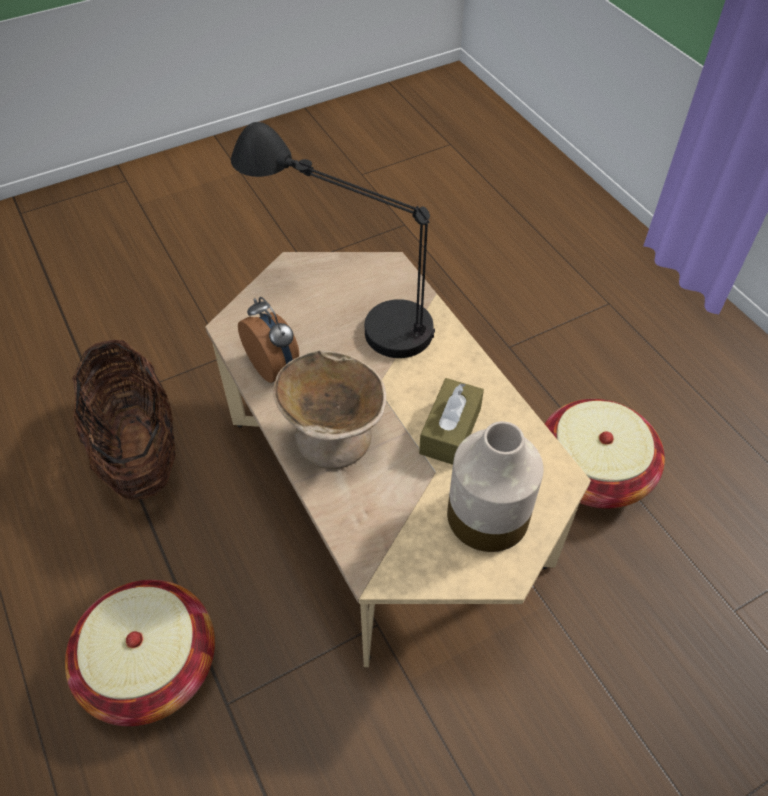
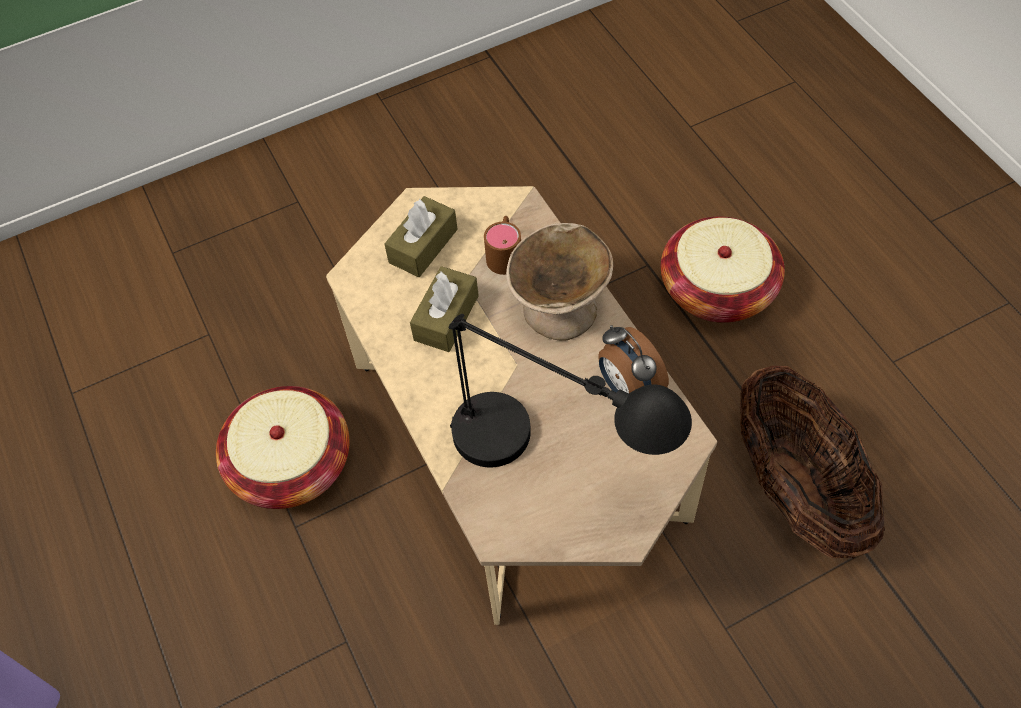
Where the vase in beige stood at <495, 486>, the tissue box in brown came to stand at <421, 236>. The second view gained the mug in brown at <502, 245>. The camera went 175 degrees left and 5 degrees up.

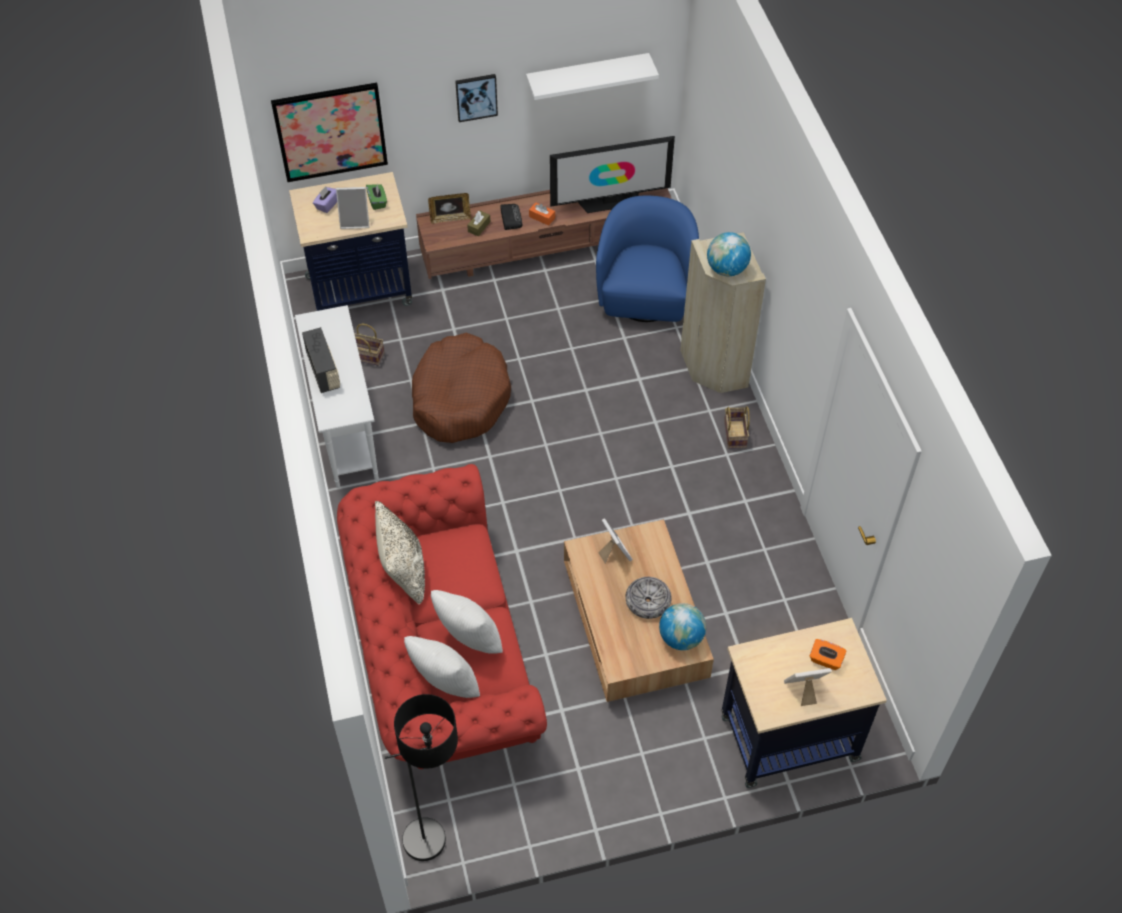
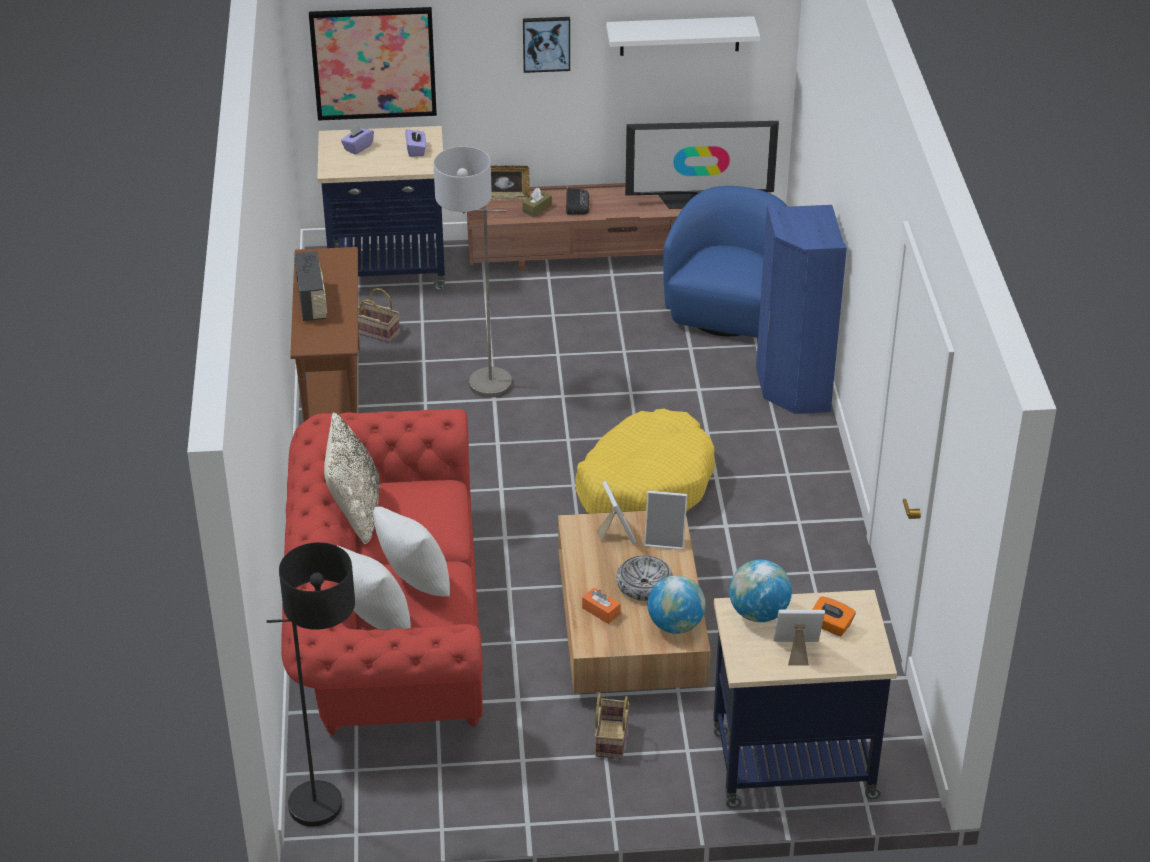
What was the console table in white at <337, 396> turned into the console table in brown at <324, 334>. What was the tissue box in green at <376, 196> turned into the tissue box in purple at <415, 142>. Where the dog bed in brown stood at <461, 388>, the floor lamp in grey came to stand at <473, 272>. The second view gained the dog bed in yellow at <645, 461>. The tissue box in orange ended up elsewhere, having gone from <542, 214> to <601, 606>. The basket ended up elsewhere, having gone from <737, 427> to <612, 726>. The picture frame ended up elsewhere, having gone from <352, 208> to <665, 520>. The globe ended up elsewhere, having gone from <729, 254> to <760, 591>. What was the cabinet in beige at <723, 312> turned into the cabinet in blue at <801, 309>. The camera went 10 degrees right and 15 degrees down.

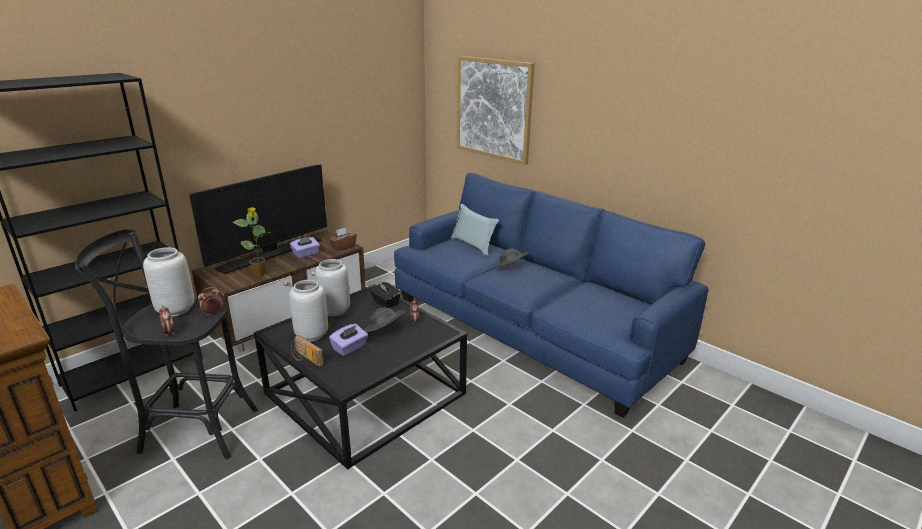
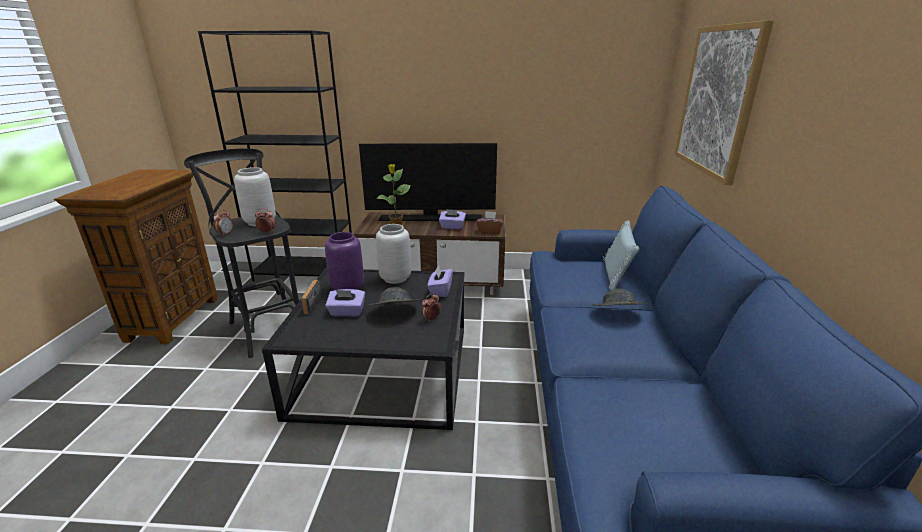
What was the vase in grey at <308, 310> turned into the vase in purple at <344, 261>. What was the tissue box in black at <385, 295> turned into the tissue box in purple at <440, 281>. The camera went 50 degrees right and 0 degrees up.

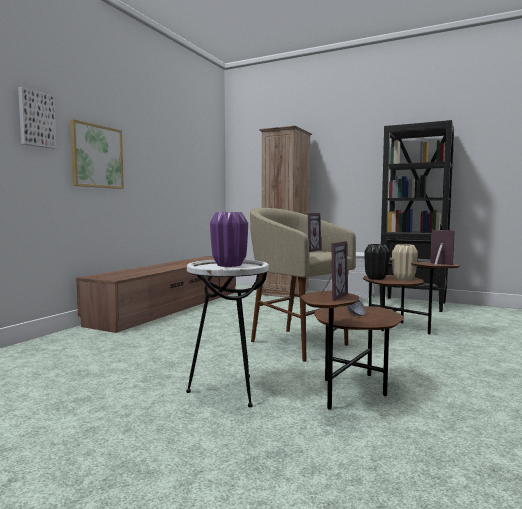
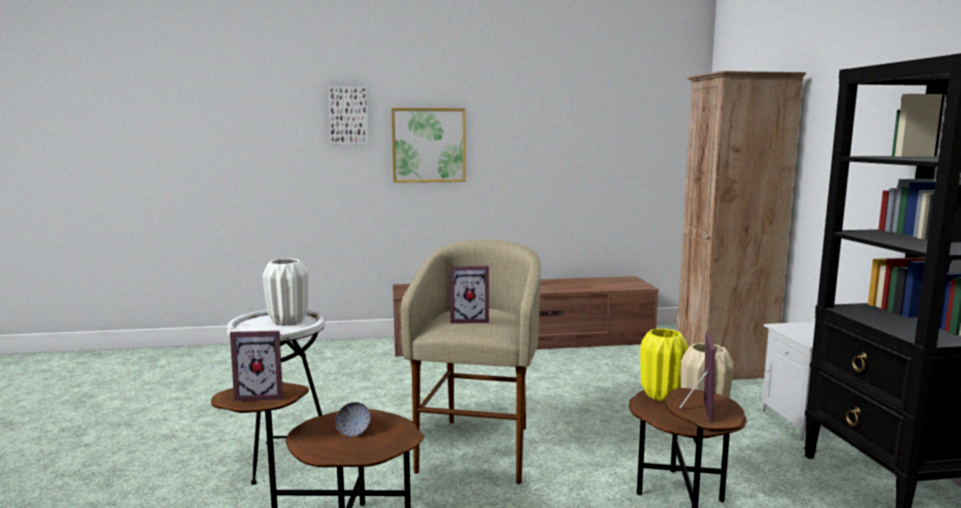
What was the vase in purple at <229, 239> turned into the vase in white at <286, 292>. What was the vase in black at <377, 262> turned into the vase in yellow at <664, 364>. The camera went 55 degrees right and 5 degrees up.

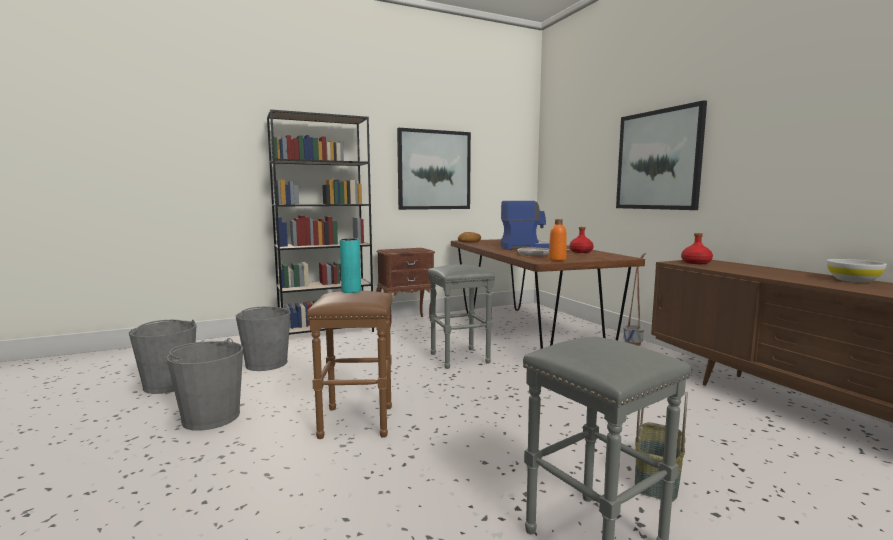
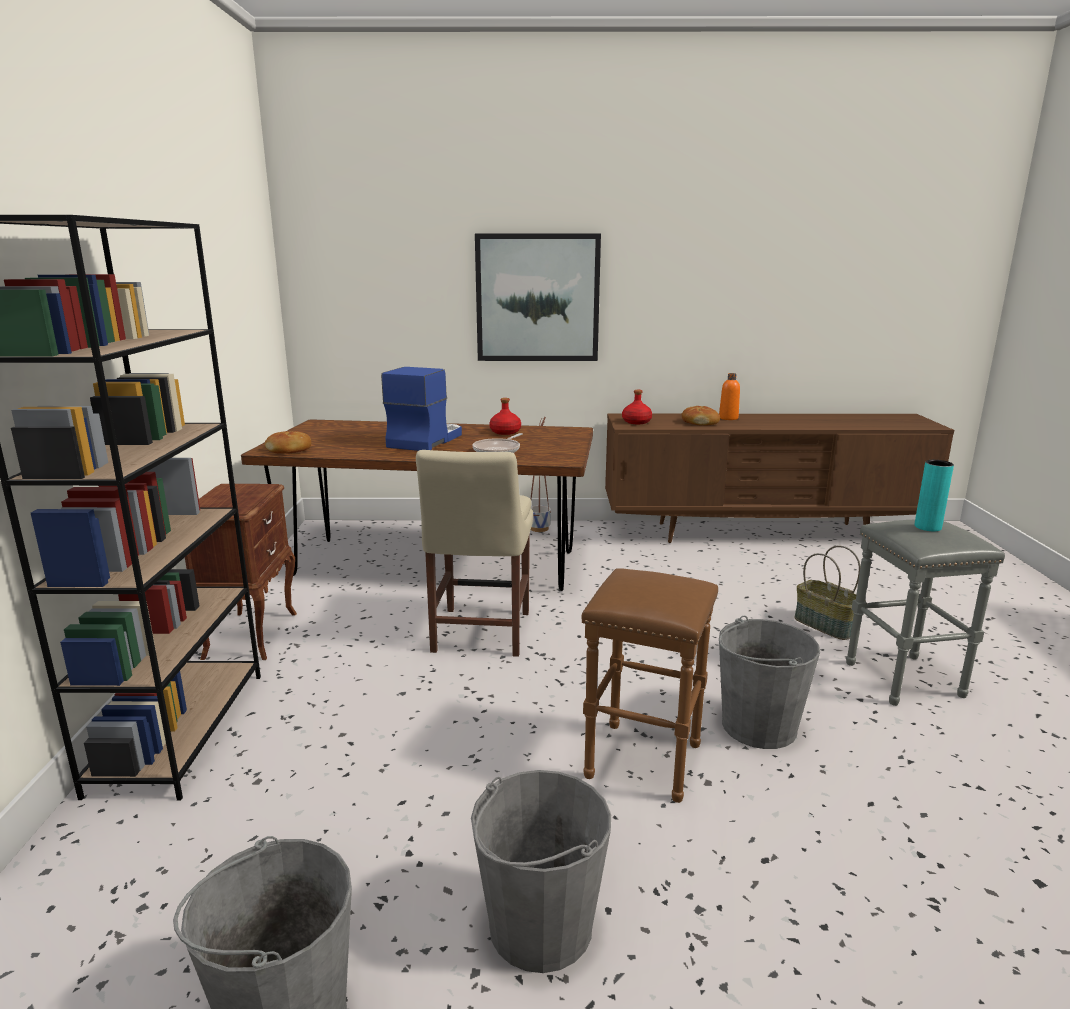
Where the stool in grey stood at <461, 316>, the chair in beige came to stand at <474, 553>. The second view gained the bread at <701, 416>. The bottle in orange ended up elsewhere, having gone from <557, 240> to <729, 396>. The bucket in grey ended up elsewhere, having gone from <263, 338> to <769, 682>. The vase in turquoise ended up elsewhere, having gone from <350, 266> to <934, 495>. The second view lost the picture at <434, 169>. The second view lost the bowl in white at <857, 271>. The camera went 65 degrees left and 10 degrees up.

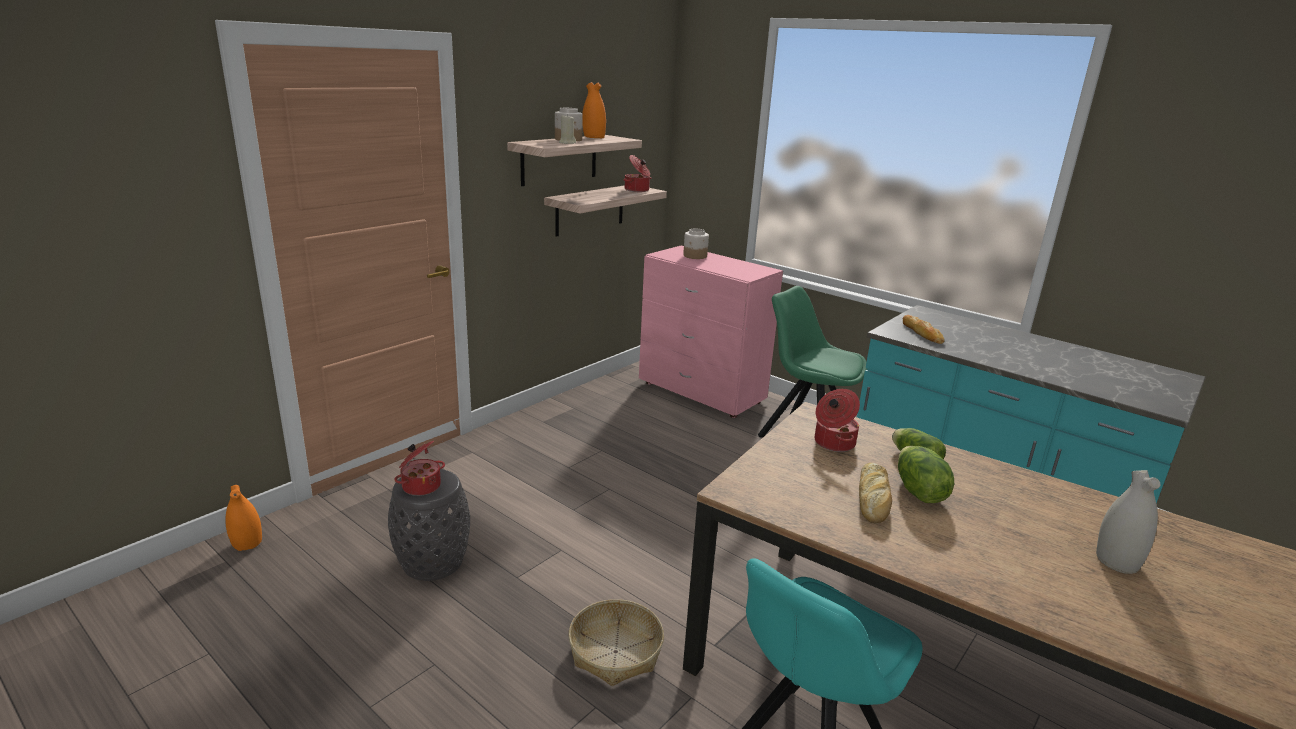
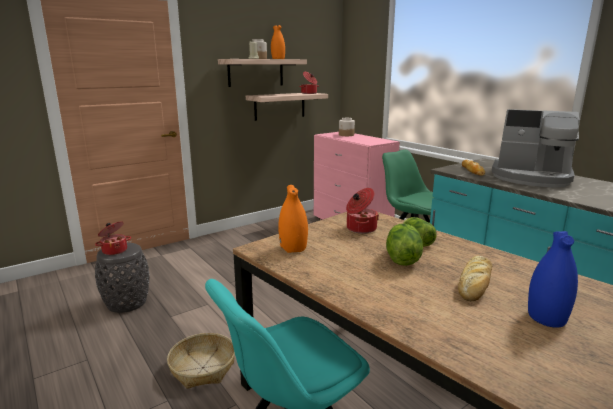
The vase in orange ended up elsewhere, having gone from <244, 518> to <293, 219>. The bread ended up elsewhere, having gone from <875, 493> to <475, 278>. The second view gained the coffee machine at <536, 148>. What was the vase in white at <1128, 522> turned into the vase in blue at <553, 279>. The camera went 15 degrees right and 5 degrees down.

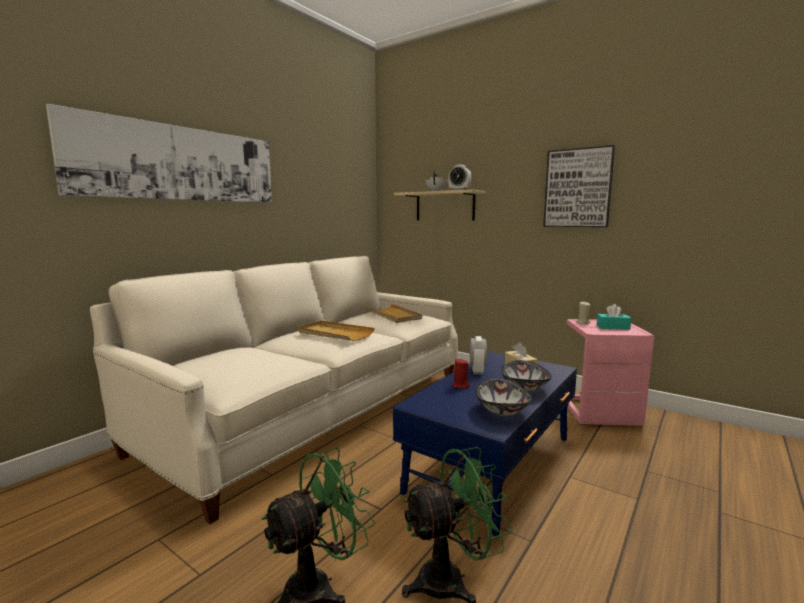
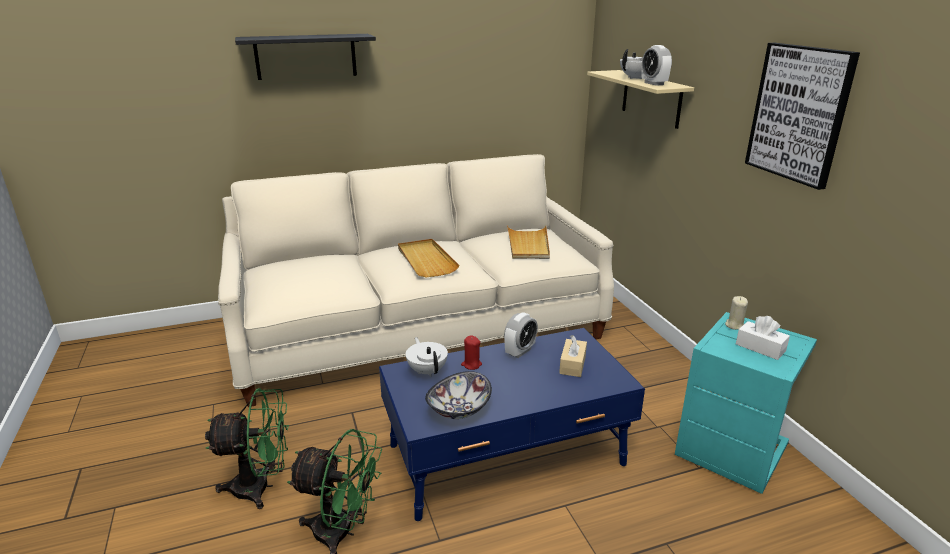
Where the picture hung at <159, 153>, the shelf in black came to hang at <305, 57>. The second view gained the teapot in white at <427, 357>. What was the side table in pink at <610, 372> turned into the side table in turquoise at <746, 403>. What was the tissue box in turquoise at <614, 317> turned into the tissue box in white at <763, 338>. The second view lost the bowl at <526, 376>. The camera went 35 degrees right and 15 degrees up.

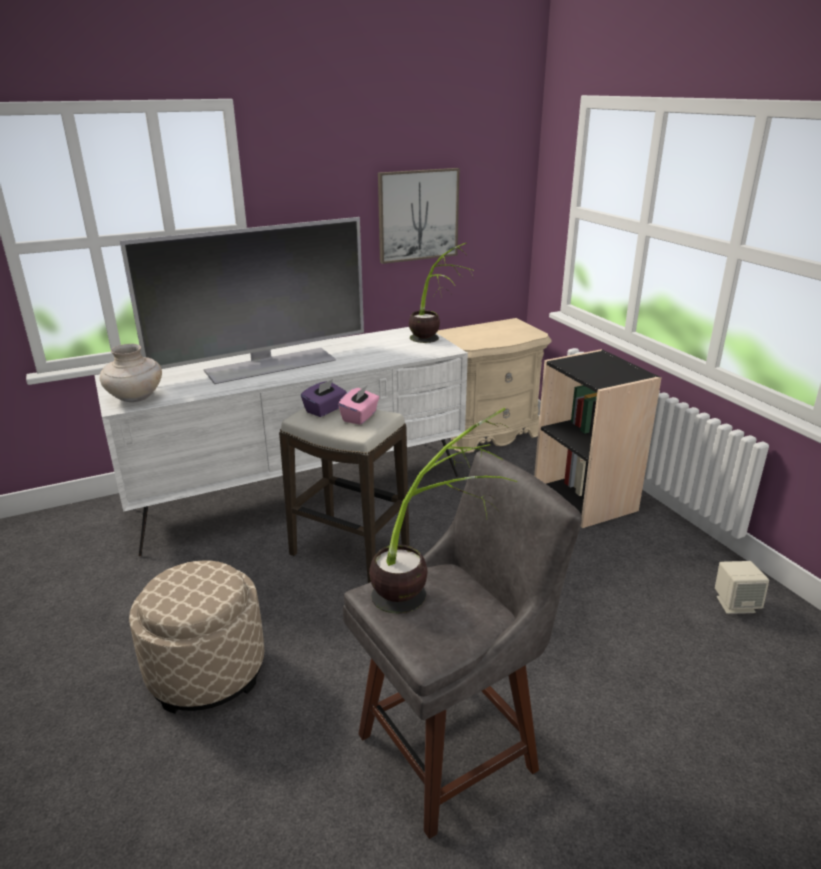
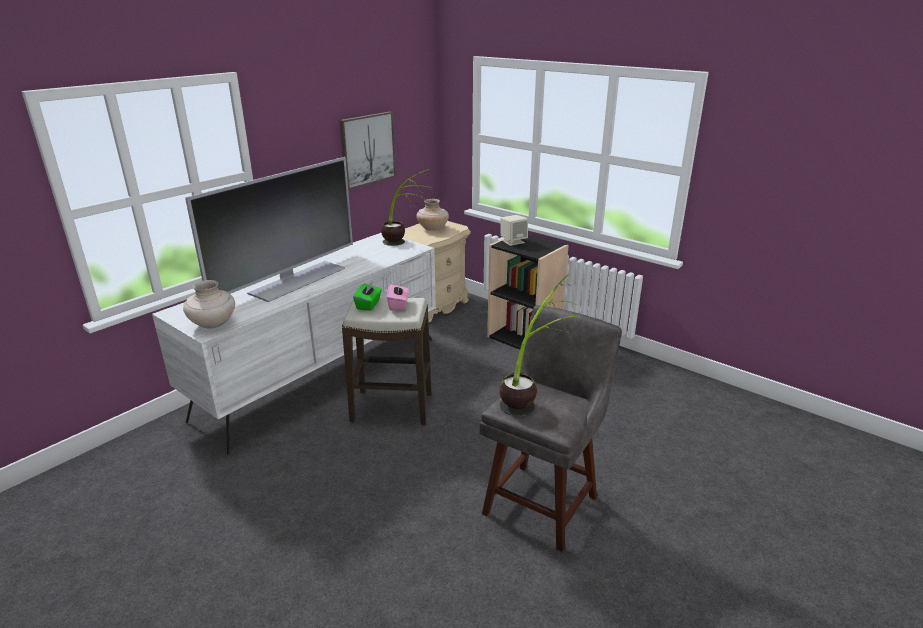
What was the tissue box in purple at <324, 398> turned into the tissue box in green at <367, 296>. The second view gained the vase in beige at <432, 215>. The speaker in beige ended up elsewhere, having gone from <742, 587> to <514, 230>. The second view lost the ottoman in beige at <196, 637>. The camera went 25 degrees left and 0 degrees up.

